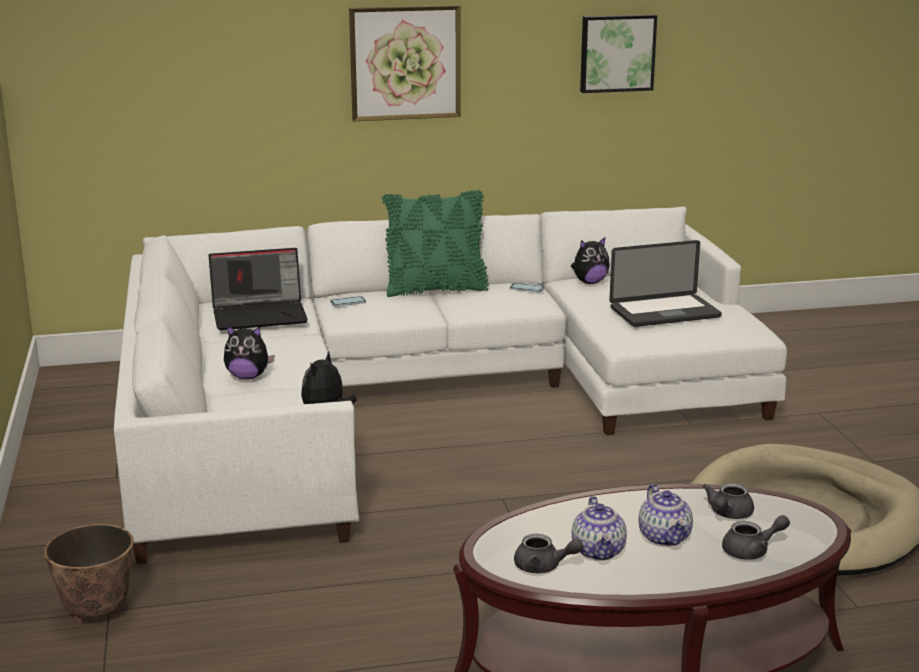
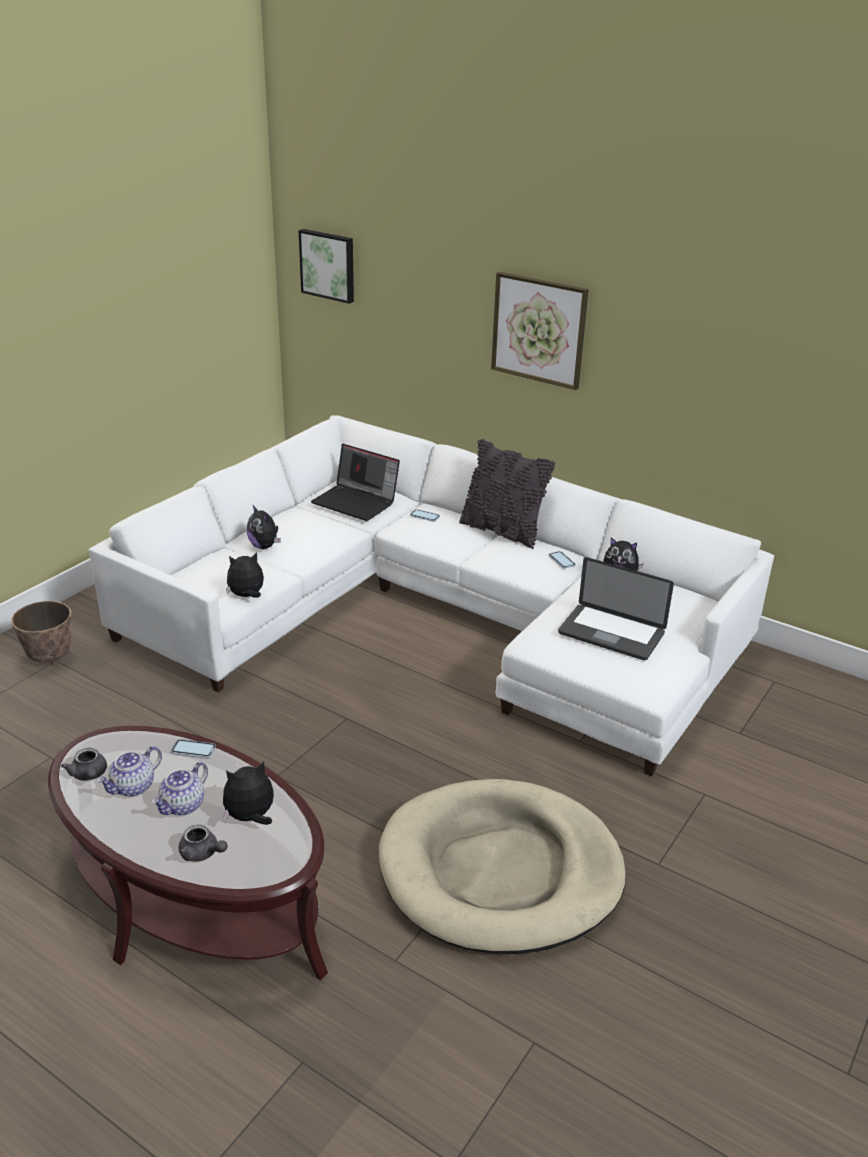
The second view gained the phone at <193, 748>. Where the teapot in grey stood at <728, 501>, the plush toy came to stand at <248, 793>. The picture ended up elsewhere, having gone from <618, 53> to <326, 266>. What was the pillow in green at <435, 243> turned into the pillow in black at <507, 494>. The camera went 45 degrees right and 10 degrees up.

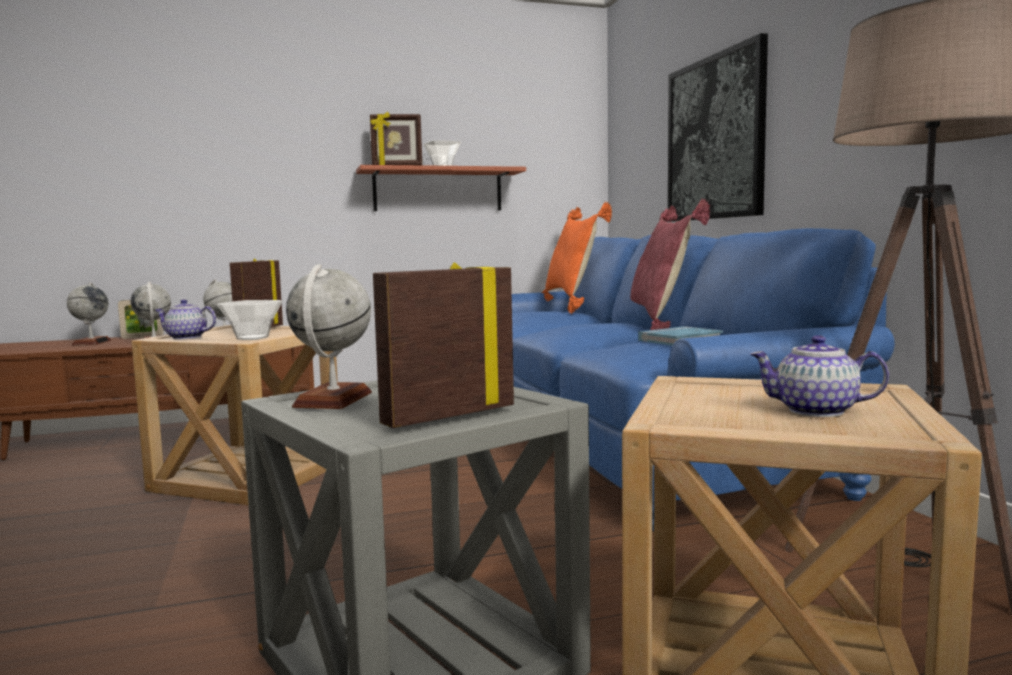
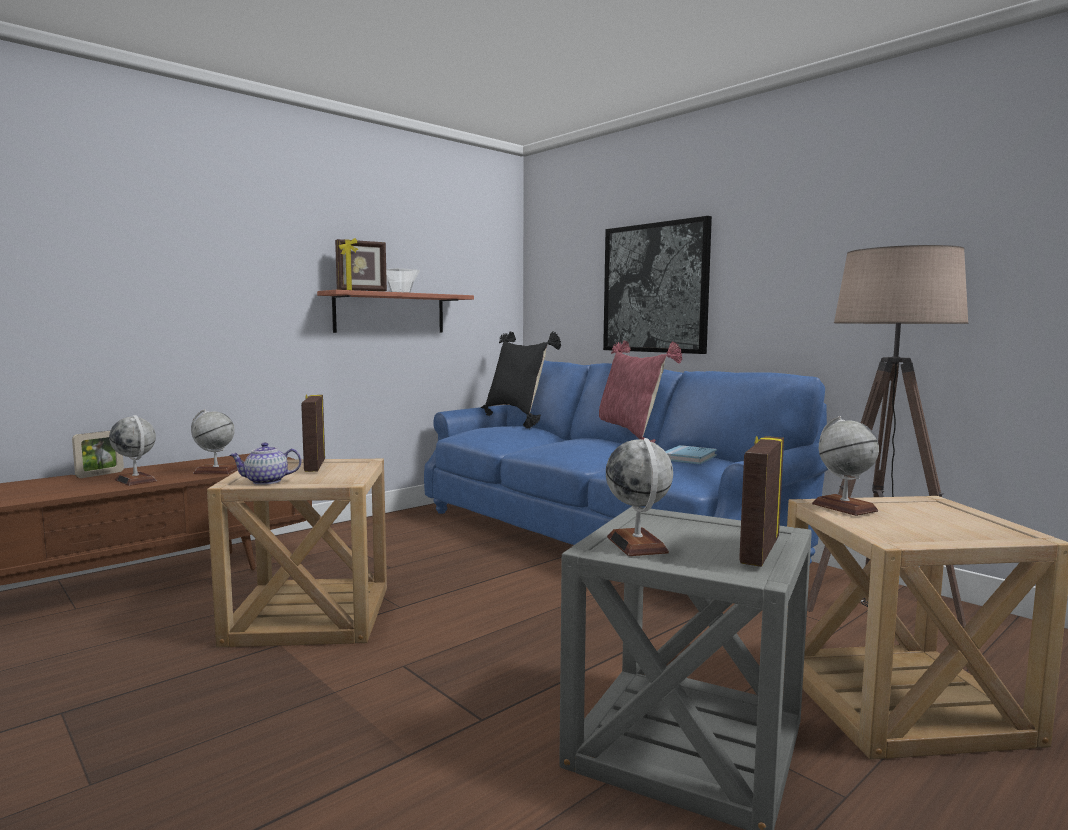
What was the pillow in orange at <576, 258> turned into the pillow in black at <520, 380>. The globe ended up elsewhere, having gone from <89, 314> to <845, 466>. The second view lost the bowl at <249, 320>. The second view lost the teapot at <819, 376>. The camera went 25 degrees left and 0 degrees up.

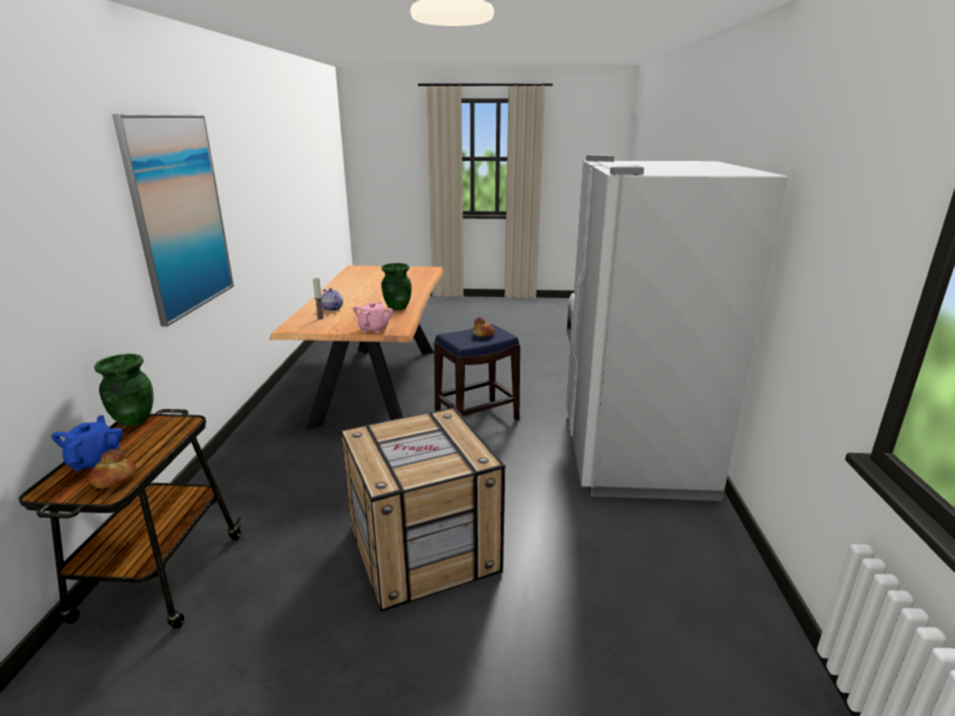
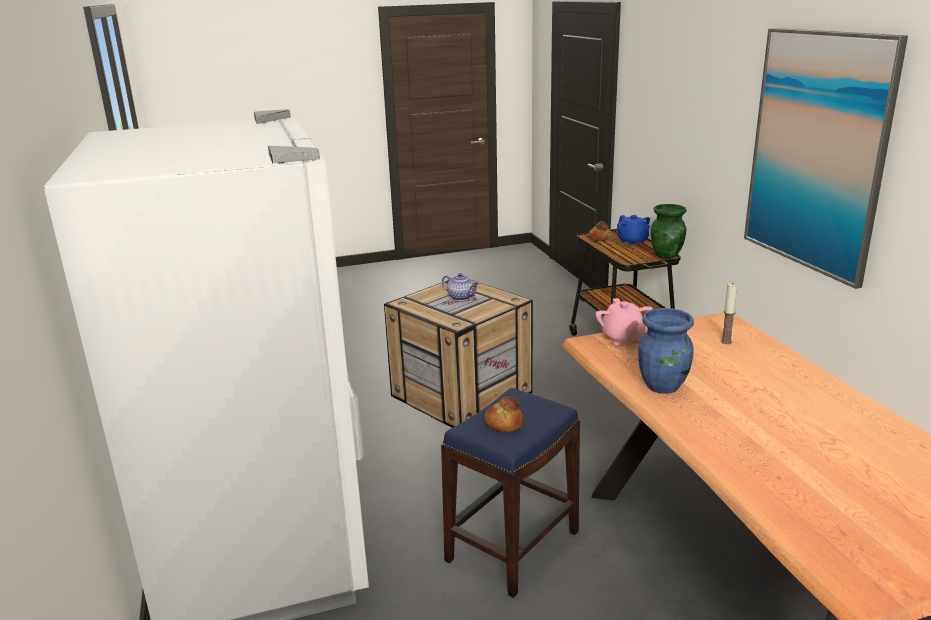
The teapot ended up elsewhere, having gone from <332, 299> to <461, 287>. What was the vase in green at <396, 286> turned into the vase in blue at <666, 351>. The camera went 160 degrees right and 0 degrees up.

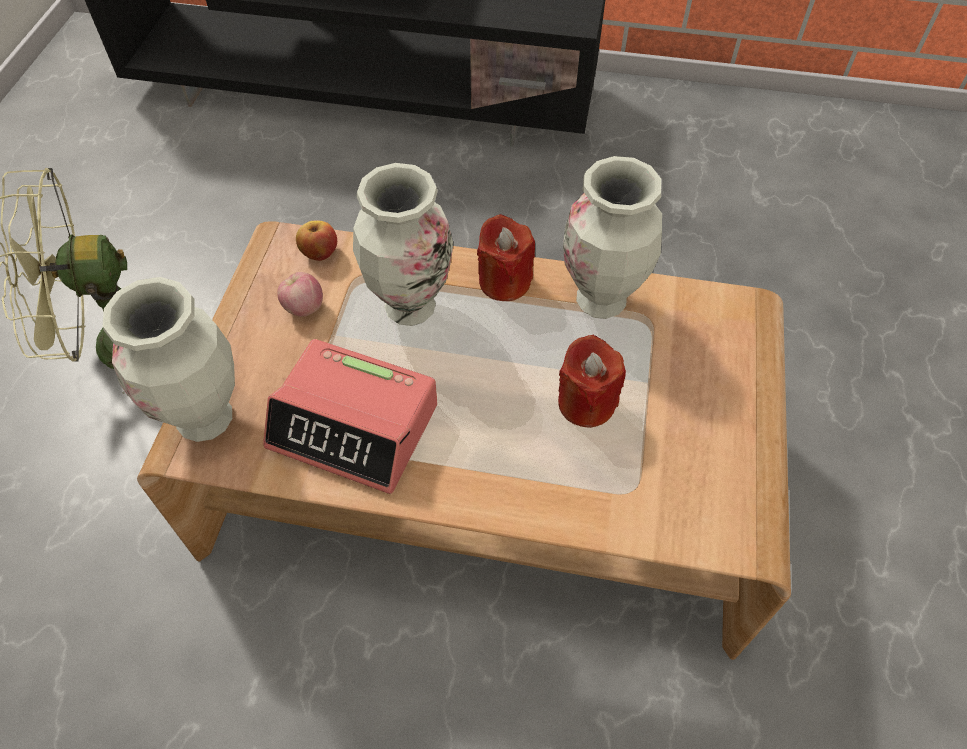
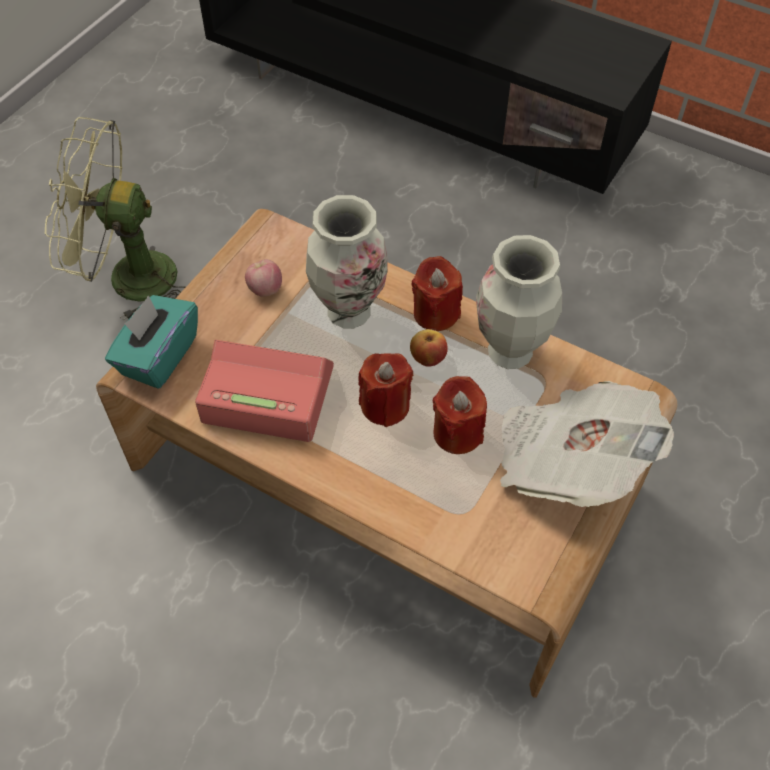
Where the vase stood at <169, 359>, the tissue box in turquoise came to stand at <151, 342>. The alarm clock at <350, 416> ended up facing another way, 150 degrees clockwise from before. The second view gained the candle in red at <385, 390>. The apple ended up elsewhere, having gone from <316, 241> to <429, 348>. The second view gained the newspaper at <587, 444>. The camera went 20 degrees right and 0 degrees up.

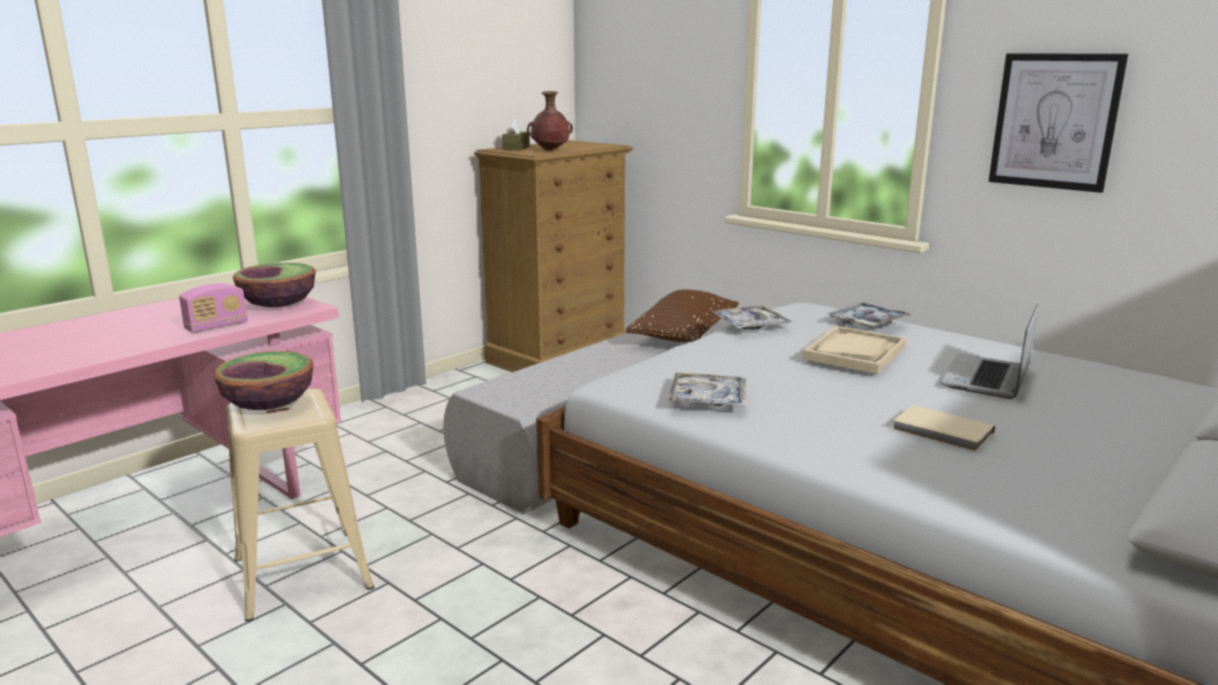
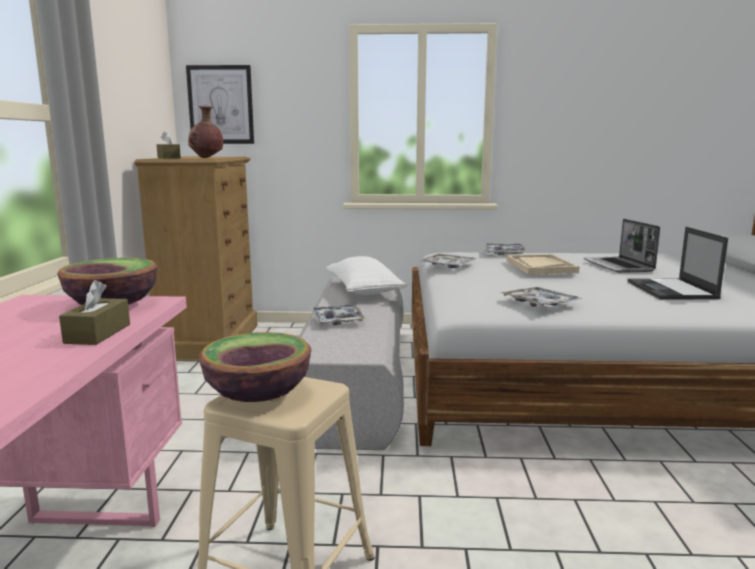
Where the radio stood at <213, 308>, the tissue box in brown came to stand at <94, 312>. The picture ended up elsewhere, having gone from <1058, 123> to <220, 104>. The second view gained the tray at <338, 314>. What was the pillow in brown at <682, 316> turned into the pillow in white at <366, 275>. Where the book in beige stood at <943, 428>, the laptop came to stand at <677, 263>. The camera went 40 degrees left and 5 degrees down.

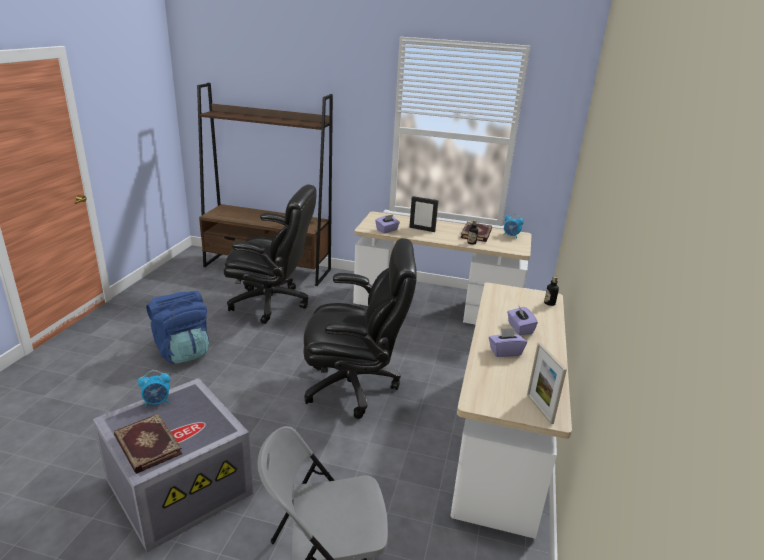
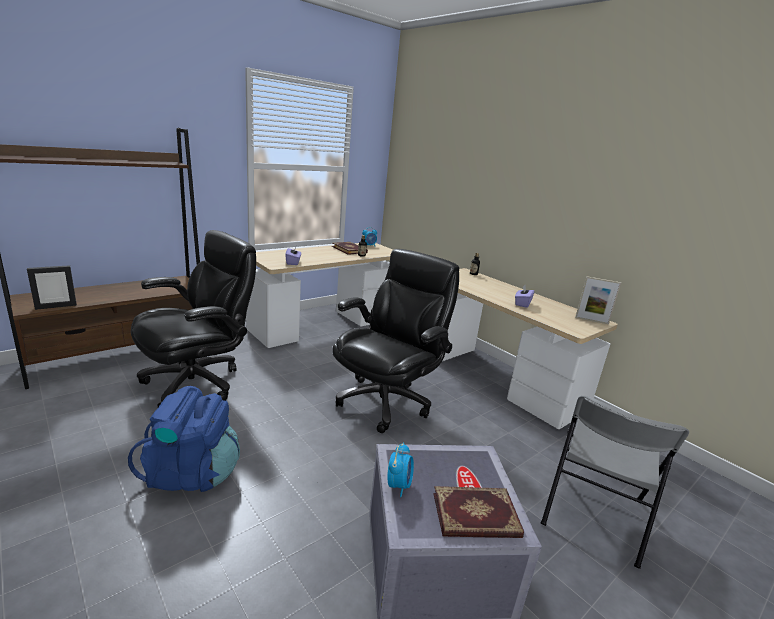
The picture frame ended up elsewhere, having gone from <423, 214> to <52, 287>. The second view lost the tissue box in purple at <522, 320>. The camera went 55 degrees left and 5 degrees down.

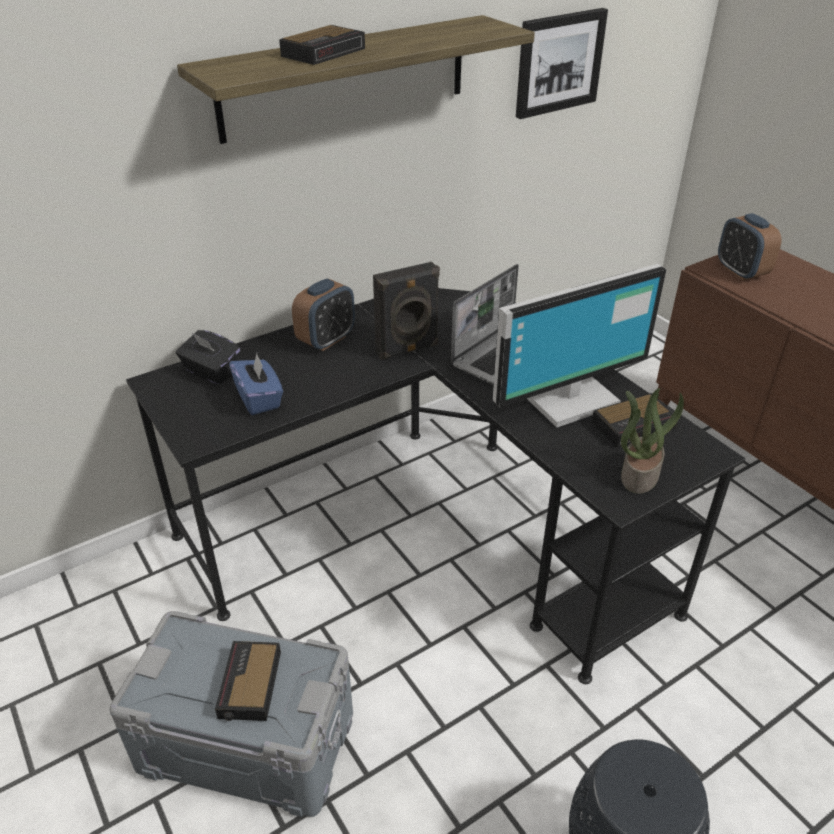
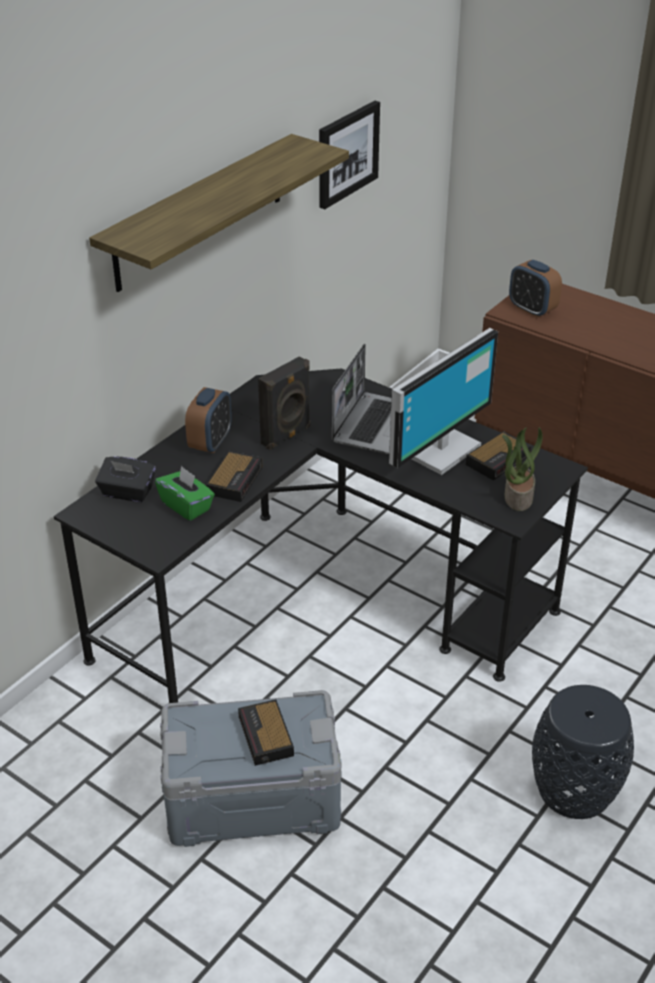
What was the tissue box in blue at <256, 384> turned into the tissue box in green at <185, 493>. The alarm clock ended up elsewhere, having gone from <322, 45> to <234, 476>. The camera went 20 degrees left and 0 degrees up.

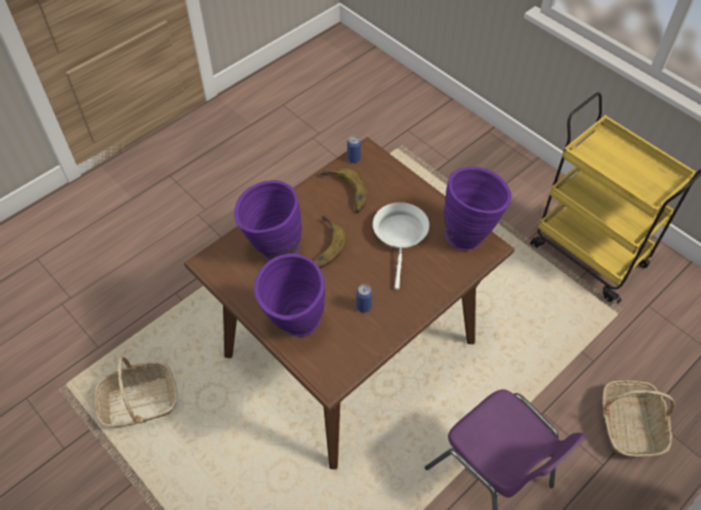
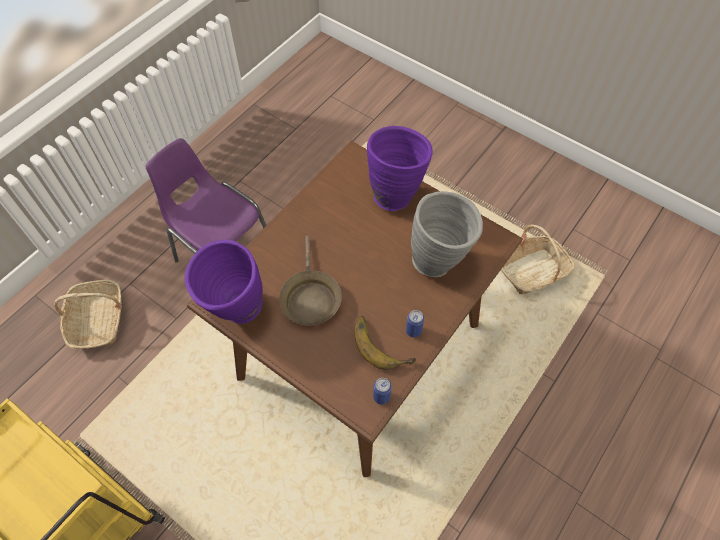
What was the frying pan in white at <401, 246> turned into the frying pan in brown at <310, 280>. The can ended up elsewhere, having gone from <364, 298> to <415, 324>. What was the vase in purple at <268, 220> turned into the vase in grey at <447, 234>. The second view lost the banana at <329, 241>. The camera went 170 degrees right and 5 degrees up.

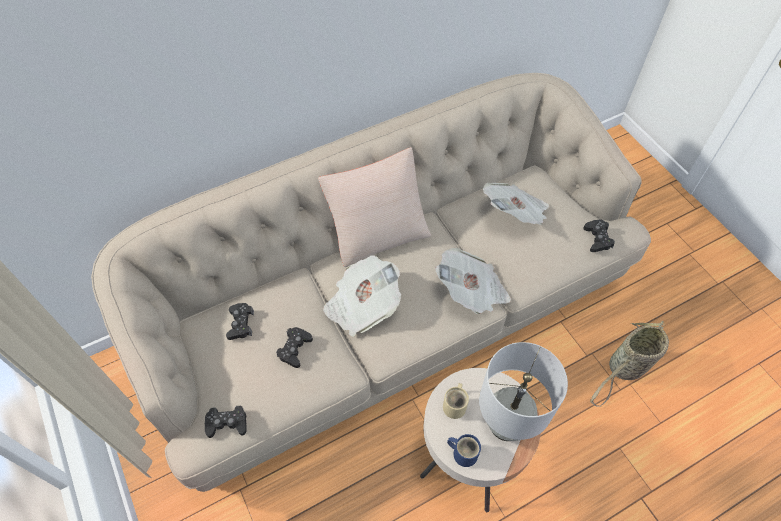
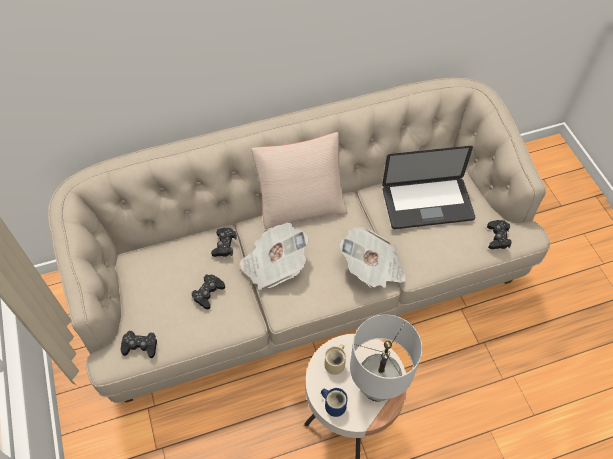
The game controller in black ended up elsewhere, having gone from <240, 321> to <224, 242>. Where the newspaper stood at <516, 204>, the laptop came to stand at <428, 187>. The second view lost the basket at <629, 364>. The camera went 10 degrees right and 0 degrees up.

